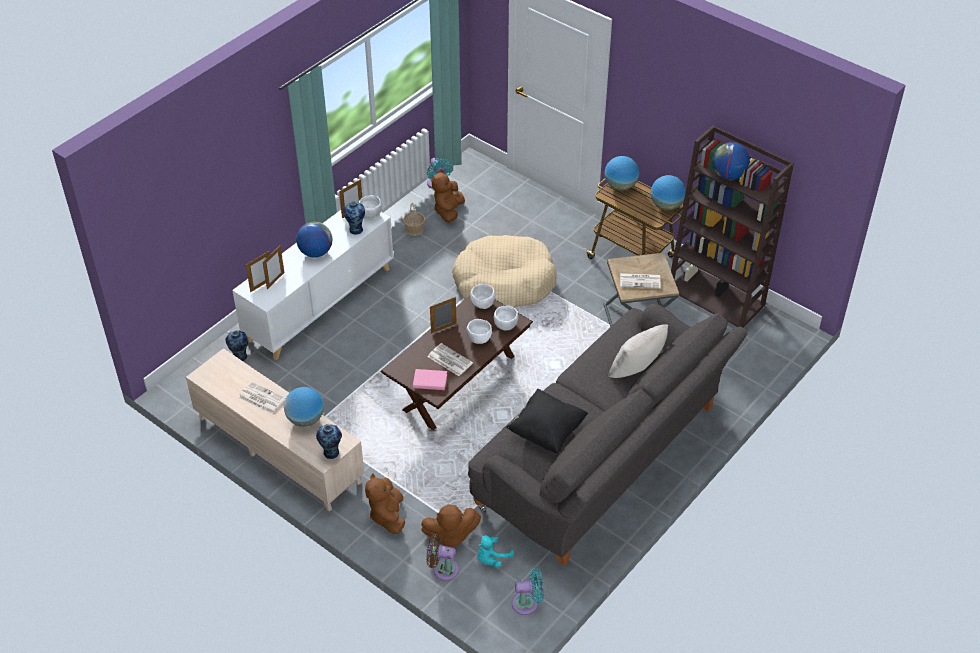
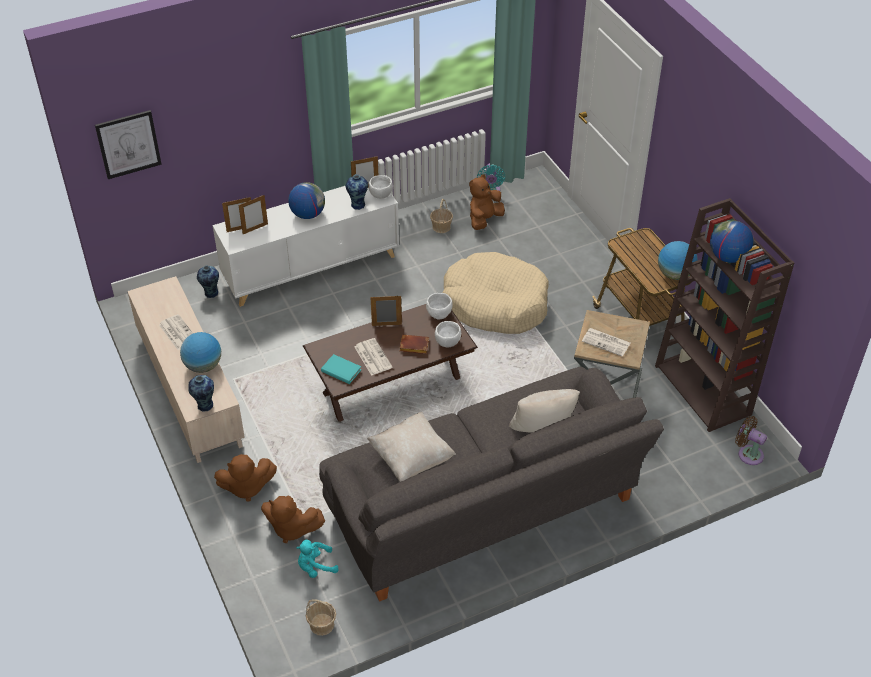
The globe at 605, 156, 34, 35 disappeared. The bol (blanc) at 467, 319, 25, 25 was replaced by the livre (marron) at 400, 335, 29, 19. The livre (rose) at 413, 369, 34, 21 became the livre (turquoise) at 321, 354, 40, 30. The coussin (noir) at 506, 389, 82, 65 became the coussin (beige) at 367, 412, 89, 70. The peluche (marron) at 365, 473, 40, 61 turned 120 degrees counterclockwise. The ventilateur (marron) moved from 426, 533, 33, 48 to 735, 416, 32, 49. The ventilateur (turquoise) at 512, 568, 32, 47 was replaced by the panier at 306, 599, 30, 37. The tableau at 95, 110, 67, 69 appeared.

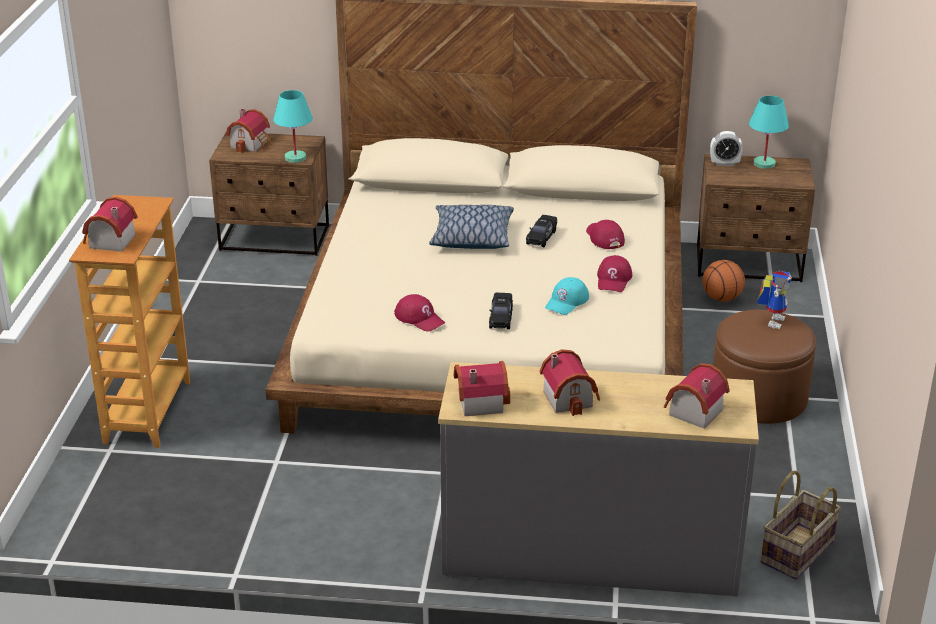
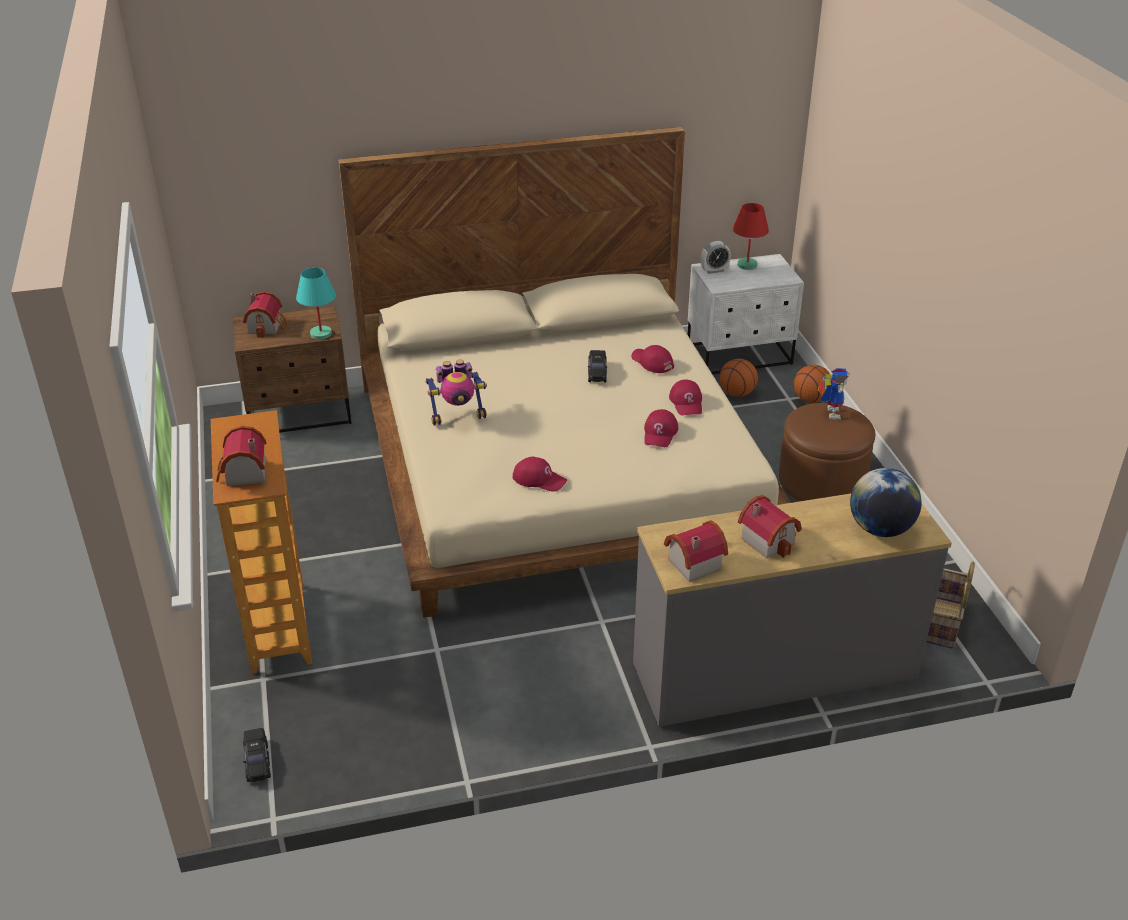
The lampe de table (turquoise) at 749, 96, 40, 73 became the lampe de table (rouge) at 733, 203, 36, 67. The table de chevet (marron) at 697, 154, 118, 128 became the table de chevet (blanc) at 688, 254, 116, 120. The coussin at 429, 205, 85, 44 disappeared. The casquette (turquoise) at 545, 277, 44, 38 became the casquette (rouge) at 644, 409, 34, 38. The petite voiture (noir) moved from 489, 293, 24, 36 to 243, 728, 28, 54. The maison miniature at 664, 363, 66, 65 was replaced by the globe at 850, 468, 72, 69. The robot jouet at 425, 360, 62, 66 appeared. The ballon de basket at 794, 365, 36, 38 appeared.

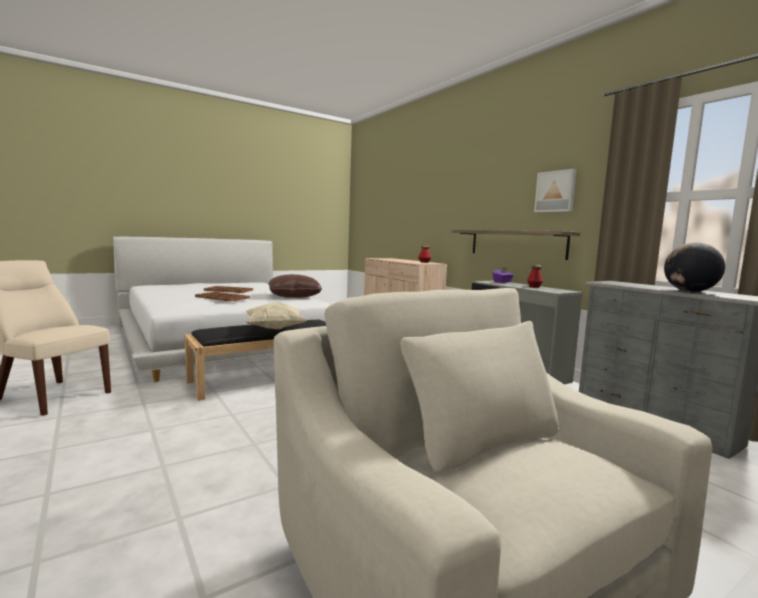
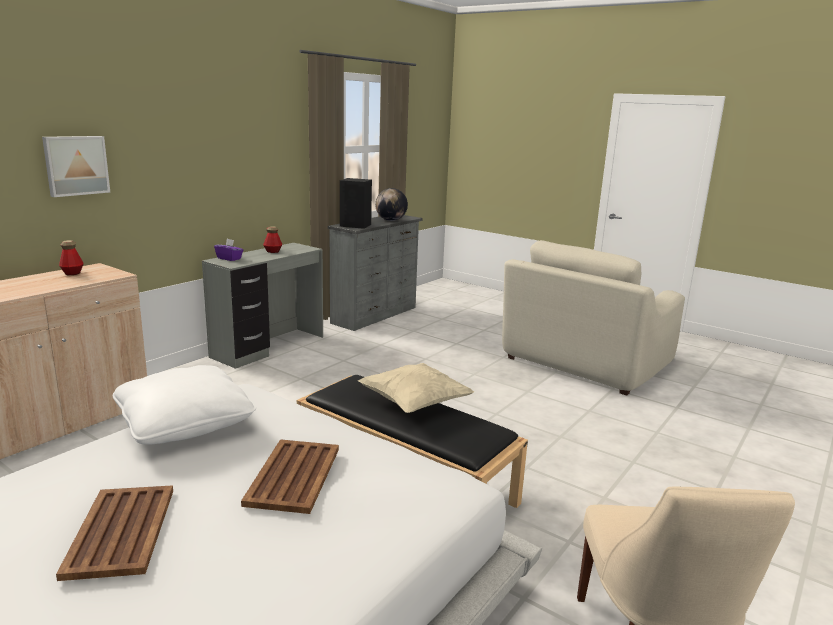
The tableau moved from 534, 169, 43, 43 to 42, 136, 68, 61. The étagère at 451, 230, 129, 30 disappeared. The coussin (marron) at 268, 274, 54, 24 became the coussin (blanc) at 113, 365, 143, 80. The enceinte (noir) at 340, 178, 32, 51 appeared.

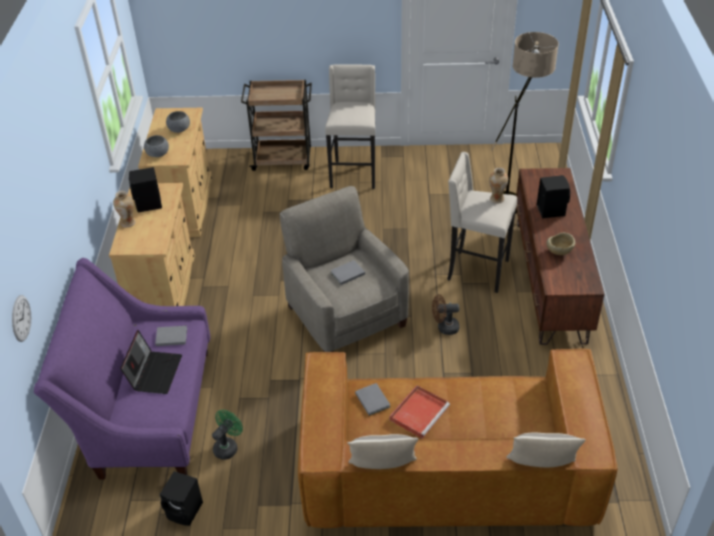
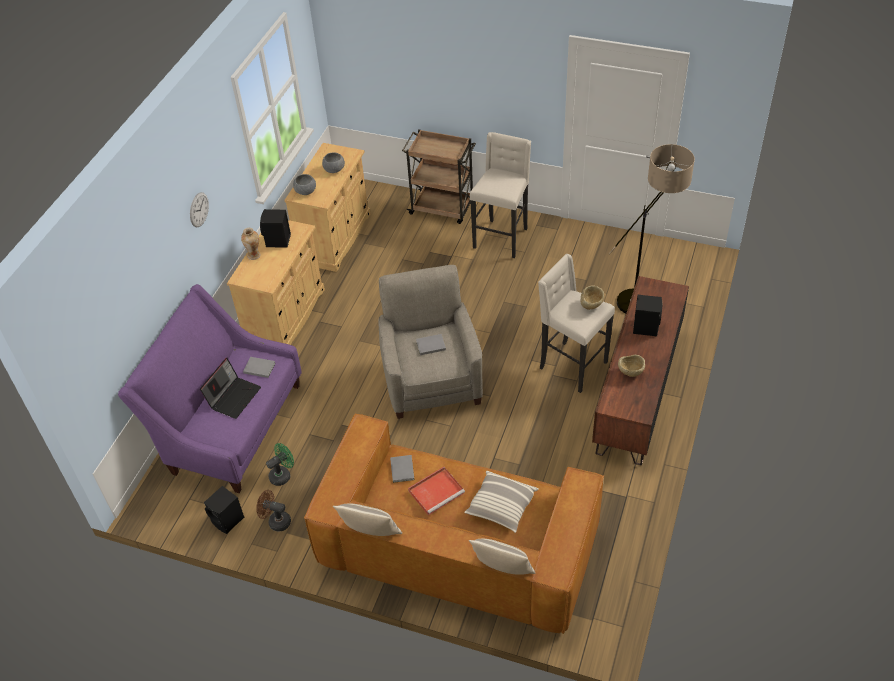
The vase at 489, 168, 19, 36 was replaced by the bol (beige) at 581, 285, 23, 25. The ventilateur (marron) moved from 432, 294, 28, 41 to 256, 490, 35, 41. The horloge murale moved from 12, 295, 19, 47 to 190, 192, 19, 35. The coussin at 464, 471, 75, 62 appeared.

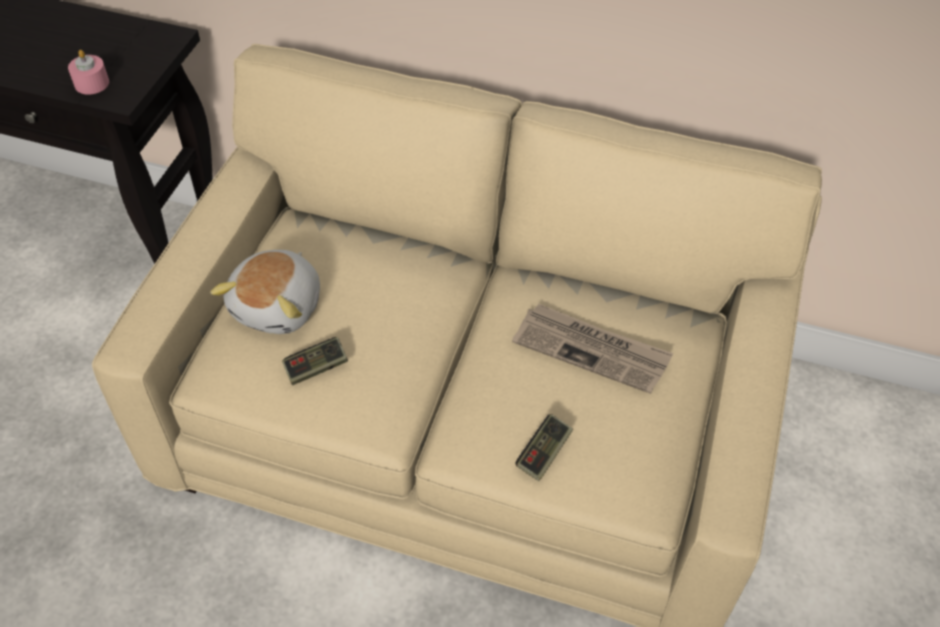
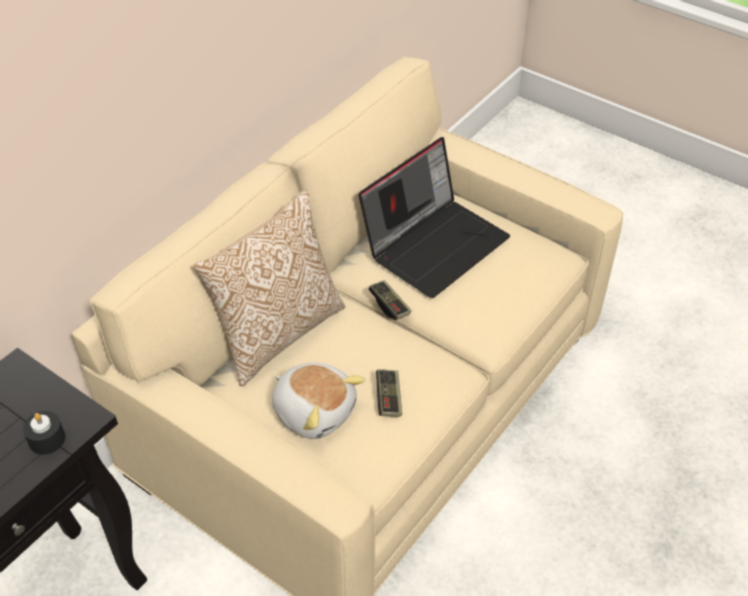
The bougie (rose) at 68, 50, 41, 45 became the bougie (noir) at 23, 411, 42, 44. The journal at 512, 303, 161, 91 was replaced by the ordinateur portable at 358, 137, 152, 161. The manette moved from 515, 414, 58, 67 to 369, 280, 42, 40. The coussin at 193, 190, 153, 196 appeared.

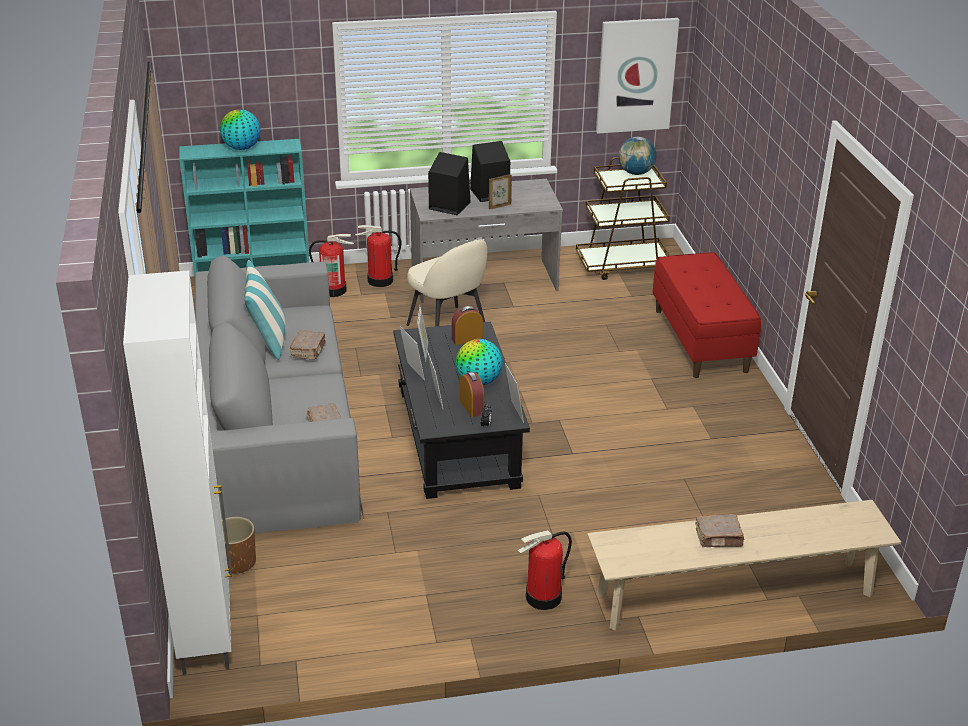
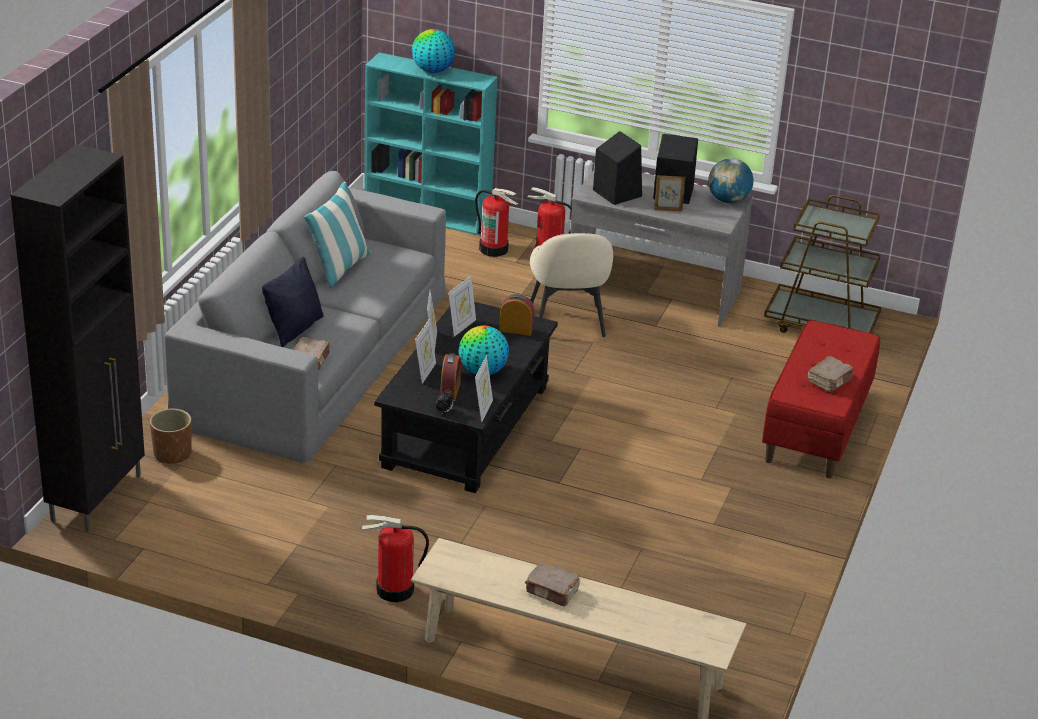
The tableau at 596, 18, 83, 116 disappeared. The globe moved from 618, 137, 39, 38 to 708, 158, 45, 45. The meuble de rangement (blanc) at 123, 270, 109, 405 became the meuble de rangement (noir) at 11, 144, 134, 388. The livre (marron) moved from 290, 330, 36, 30 to 808, 356, 46, 36. The coussin (noir) at 262, 257, 62, 90 appeared.

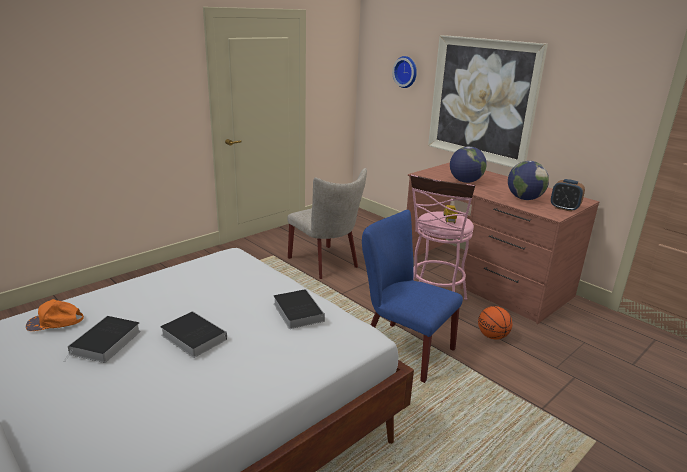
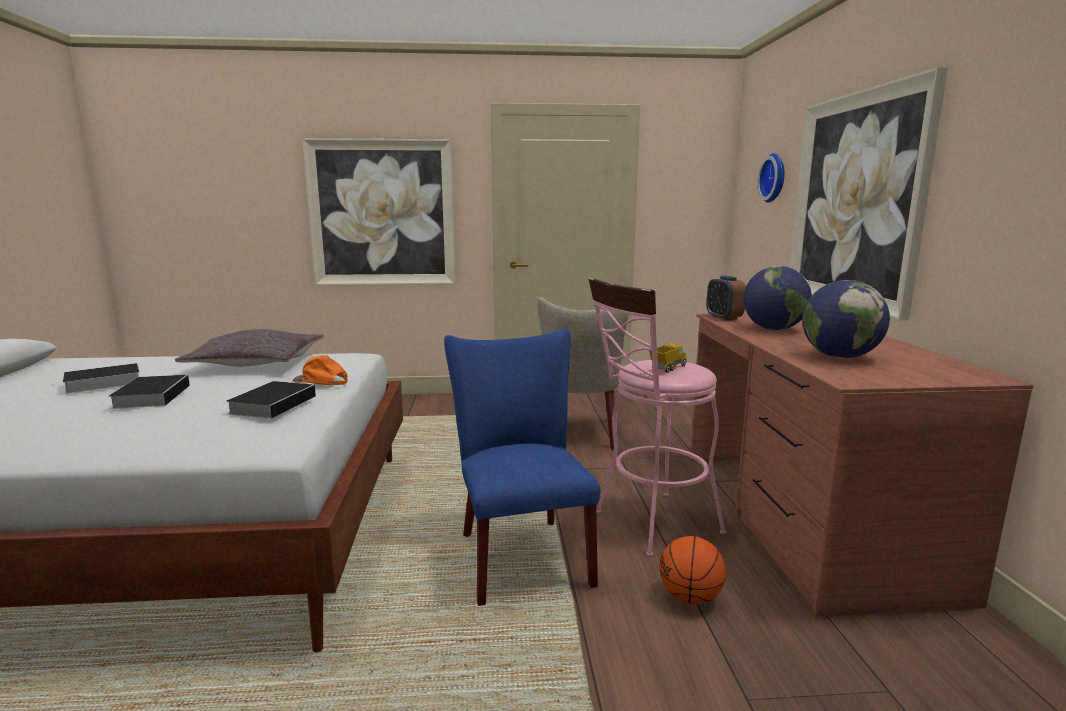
The réveil moved from 551, 179, 34, 33 to 706, 276, 40, 44. The casquette (orange) moved from 26, 299, 58, 32 to 292, 355, 56, 31. The tableau at 302, 138, 153, 147 appeared. The coussin (gris) at 175, 329, 149, 38 appeared.

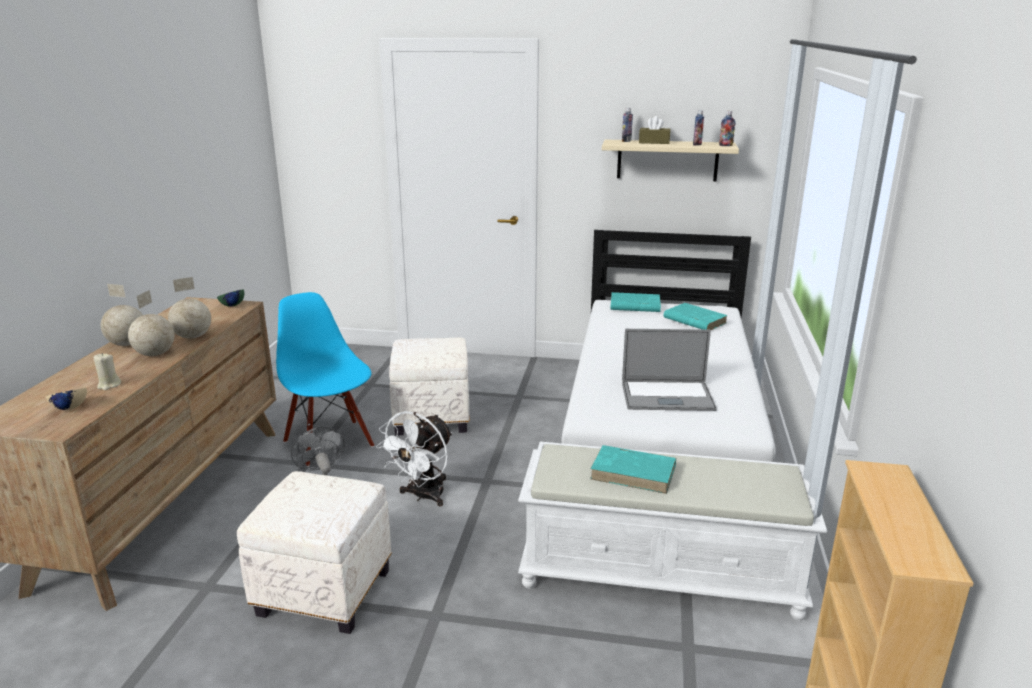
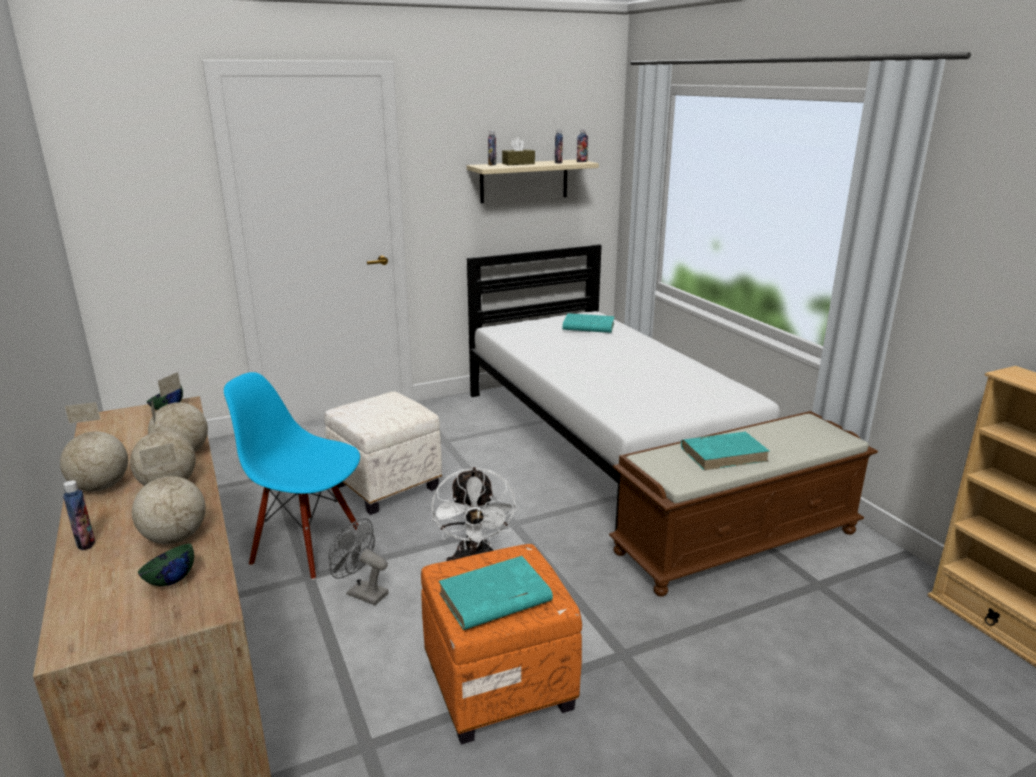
The livre (turquoise) moved from 610, 292, 51, 20 to 439, 556, 114, 74. The ordinateur portable at 622, 329, 95, 82 disappeared. The bougie (beige) at 94, 353, 27, 37 was replaced by the globe at 132, 443, 74, 101. The bol (beige) at 46, 388, 41, 22 became the bol (vert) at 138, 544, 56, 42. The banc (blanc) at 518, 442, 309, 178 became the banc (marron) at 609, 411, 269, 186. The pouf (blanc) at 237, 471, 155, 163 became the pouf (orange) at 421, 544, 161, 201. The bouteille at 63, 480, 32, 70 appeared.

